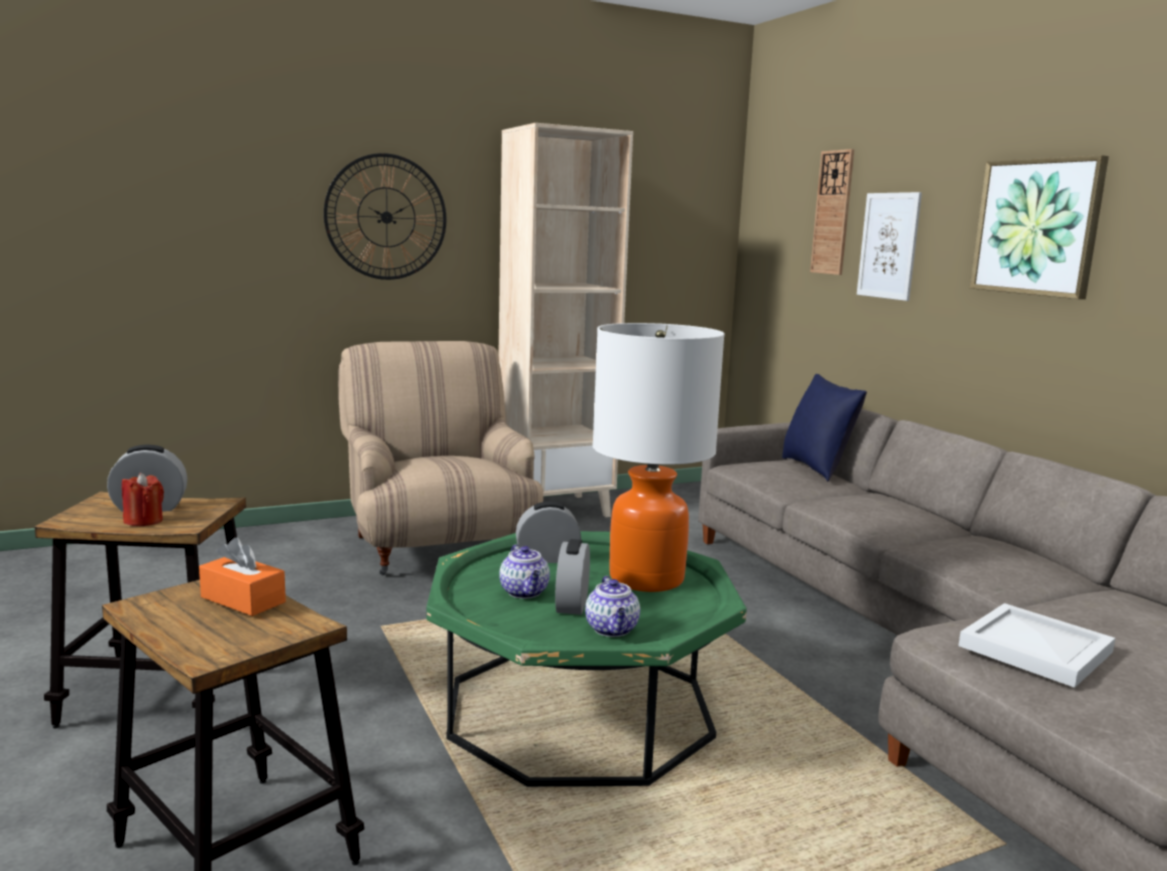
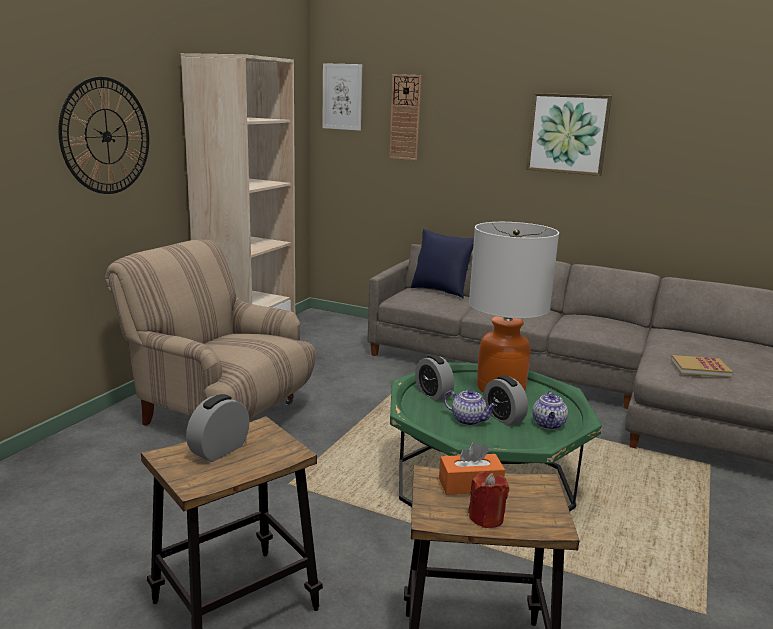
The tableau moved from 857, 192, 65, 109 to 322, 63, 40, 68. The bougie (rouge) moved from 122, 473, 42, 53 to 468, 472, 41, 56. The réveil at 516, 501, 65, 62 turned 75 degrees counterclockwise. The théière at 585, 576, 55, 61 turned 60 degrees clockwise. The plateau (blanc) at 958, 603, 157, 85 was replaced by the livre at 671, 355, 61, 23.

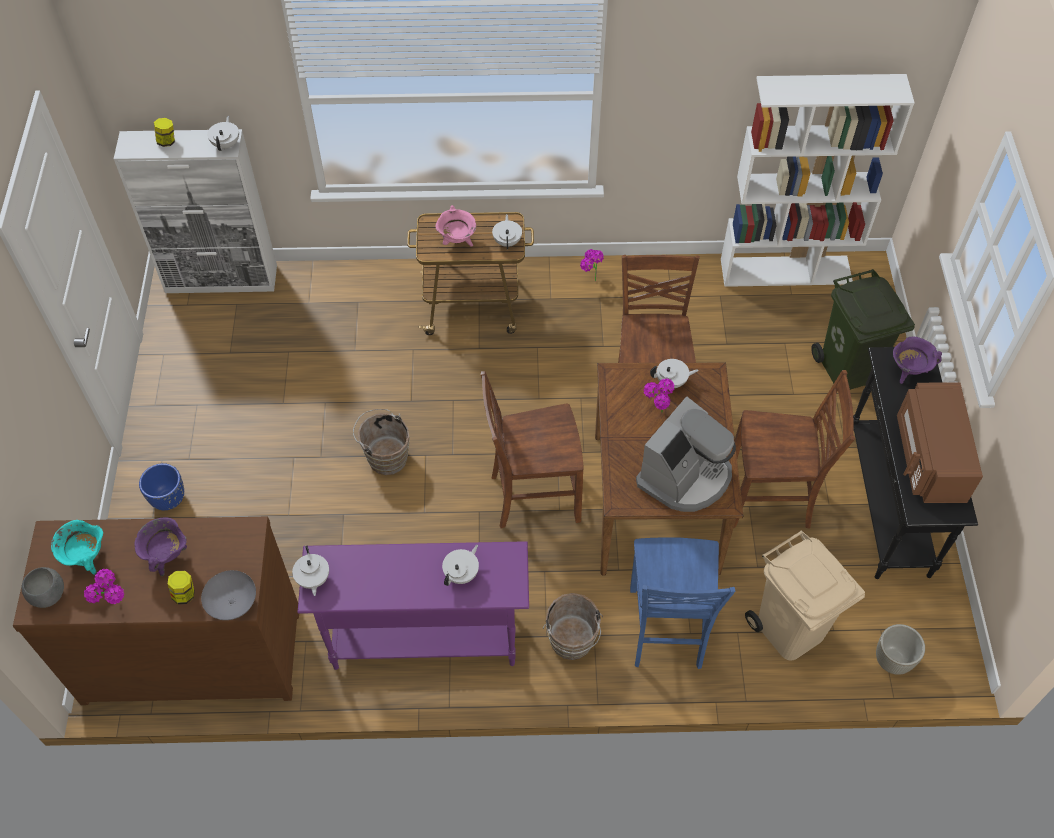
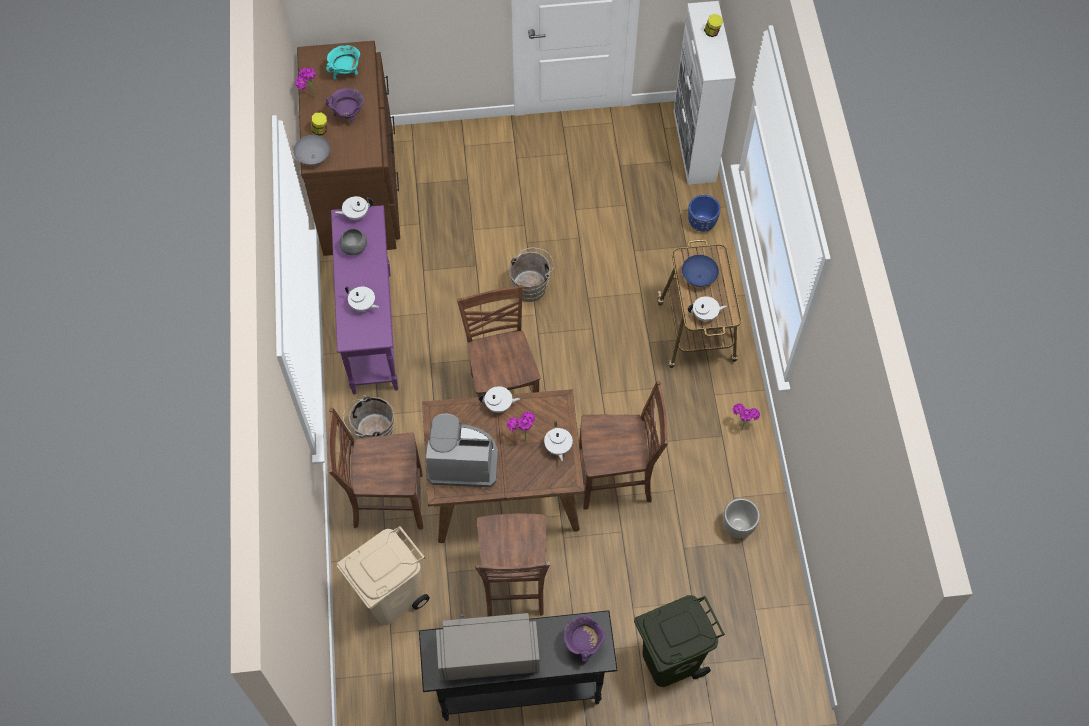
The bibliothèque (blanc) at 721, 74, 193, 213 disappeared. The théière (blanc) moved from 207, 116, 32, 35 to 479, 386, 41, 27. The marmite (rose) at 436, 205, 40, 42 was replaced by the bol (bleu) at 682, 255, 37, 32. The micro-ondes (marron) at 897, 383, 86, 120 became the micro-ondes (gris) at 436, 613, 104, 68. The machine à café at 636, 396, 100, 116 turned 150 degrees clockwise. The cache-pot (bleu) moved from 139, 463, 45, 47 to 688, 195, 32, 37. The chaise (bleu) at 630, 537, 105, 132 became the chaise (marron) at 328, 408, 95, 122. The bol (gris) moved from 22, 567, 42, 41 to 340, 229, 27, 27. The cache-pot (gris) moved from 876, 624, 49, 51 to 723, 498, 37, 40.

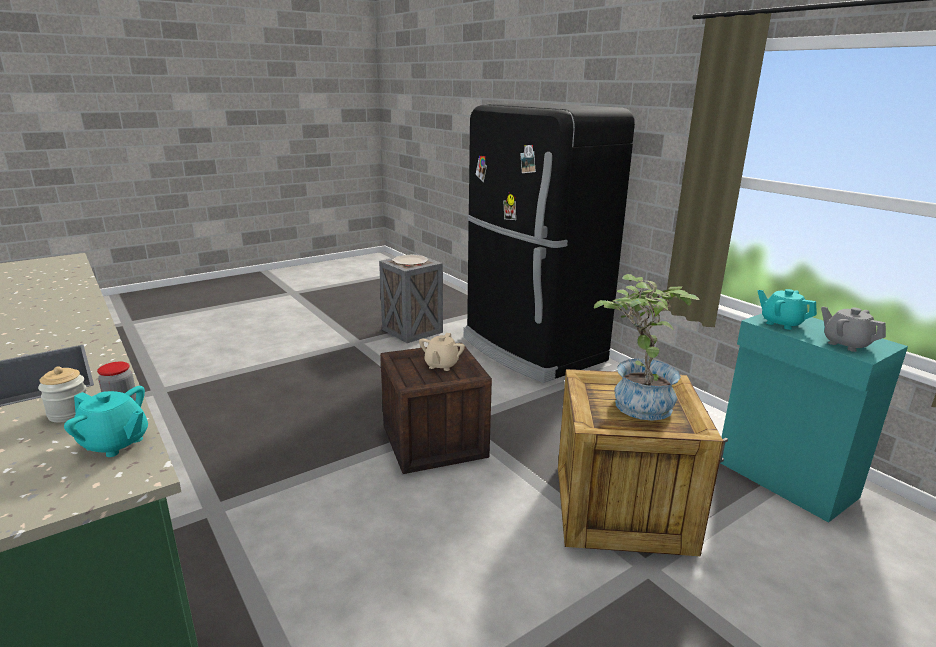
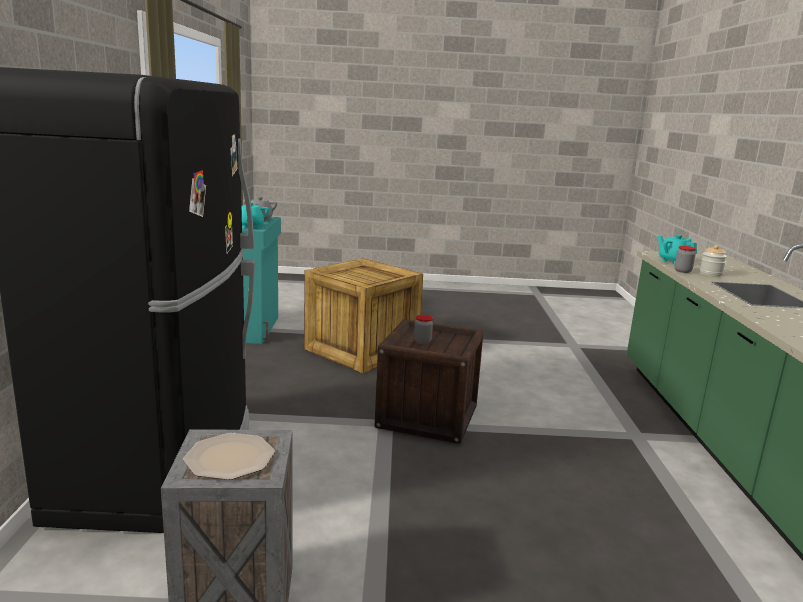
The plante en pot at 594, 274, 106, 147 disappeared. The théière (beige) at 419, 333, 46, 38 was replaced by the bocal at 414, 315, 19, 29.

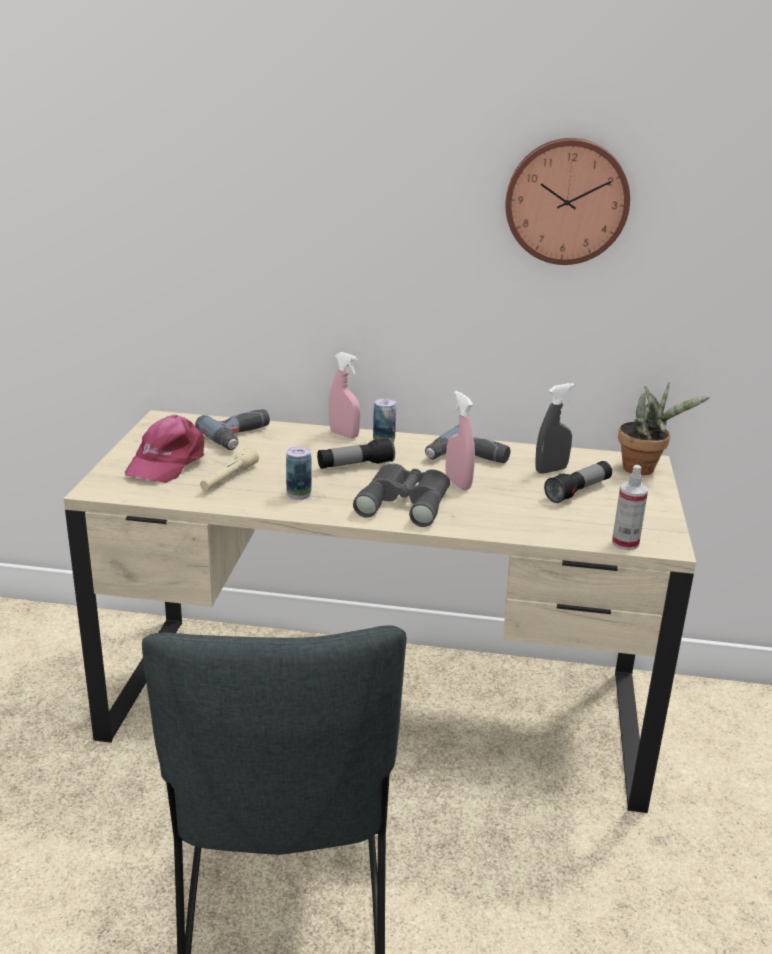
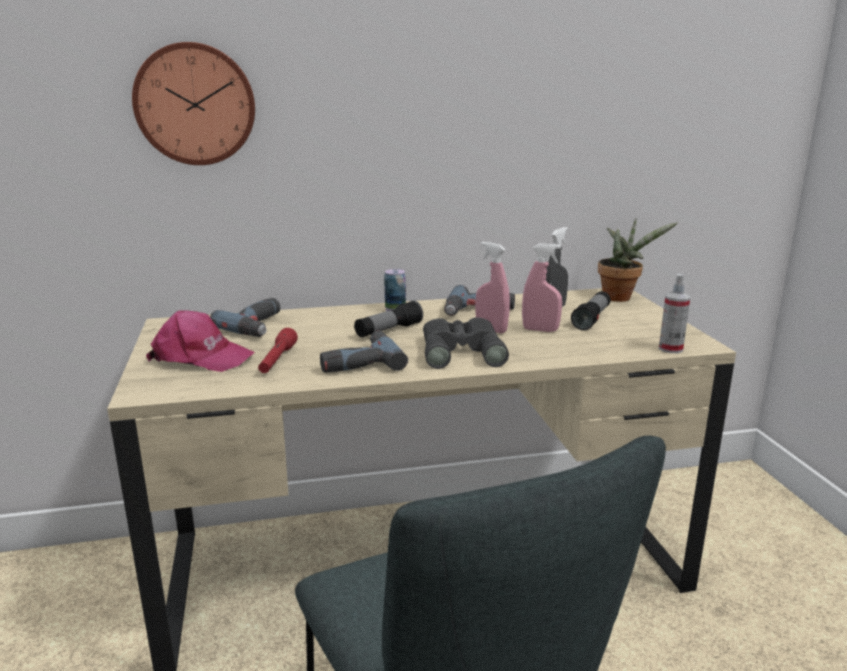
The horloge murale moved from 506, 138, 124, 127 to 132, 42, 123, 123. The vaporisateur (rose) moved from 329, 352, 31, 86 to 522, 243, 40, 89. The casquette (rose) at 125, 415, 79, 68 turned 75 degrees counterclockwise. The boîte métallique at 286, 446, 25, 54 was replaced by the perceuse at 320, 331, 88, 42. The lampe de poche (beige) at 200, 447, 59, 44 became the lampe de poche (rouge) at 258, 328, 40, 45.

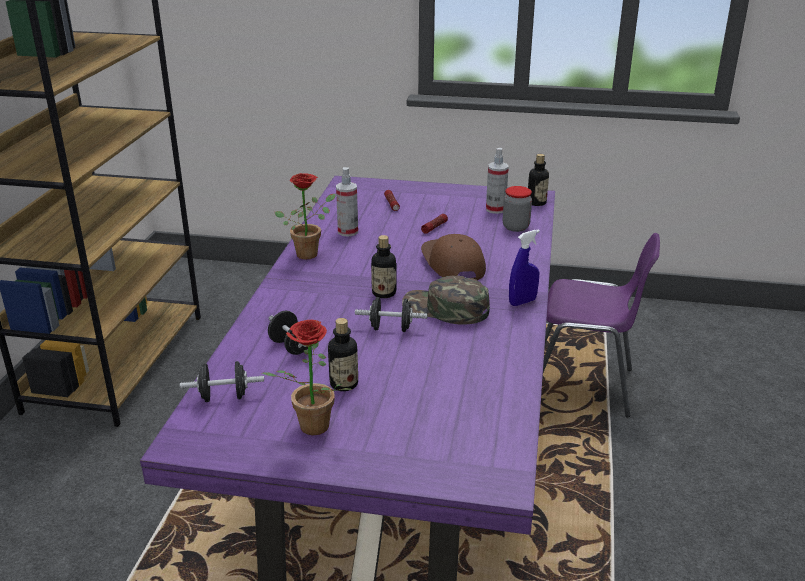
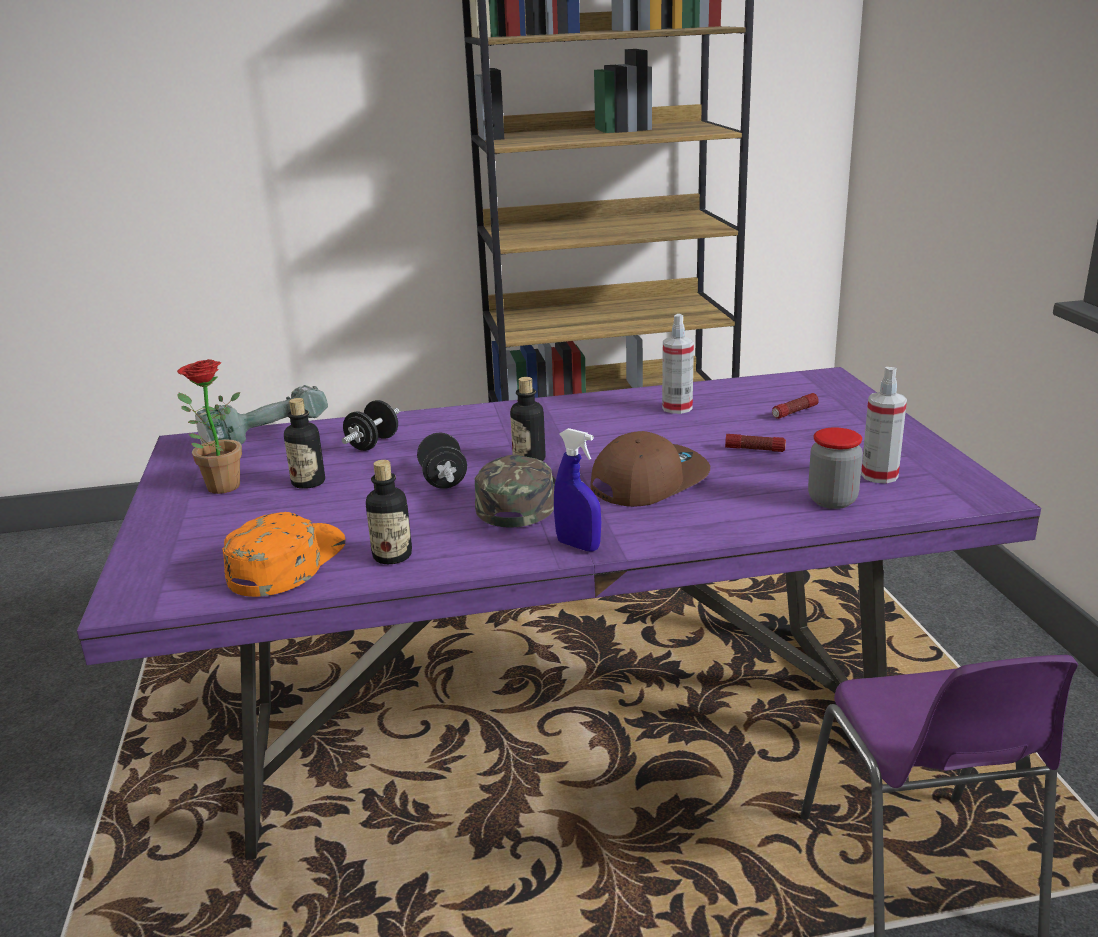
The bouteille moved from 528, 154, 21, 52 to 366, 460, 46, 104. The plante en pot at 275, 173, 61, 86 disappeared. The haltère (noir) at 180, 361, 84, 41 was replaced by the perceuse at 195, 385, 133, 60. The casquette (orange) at 222, 512, 124, 85 appeared.

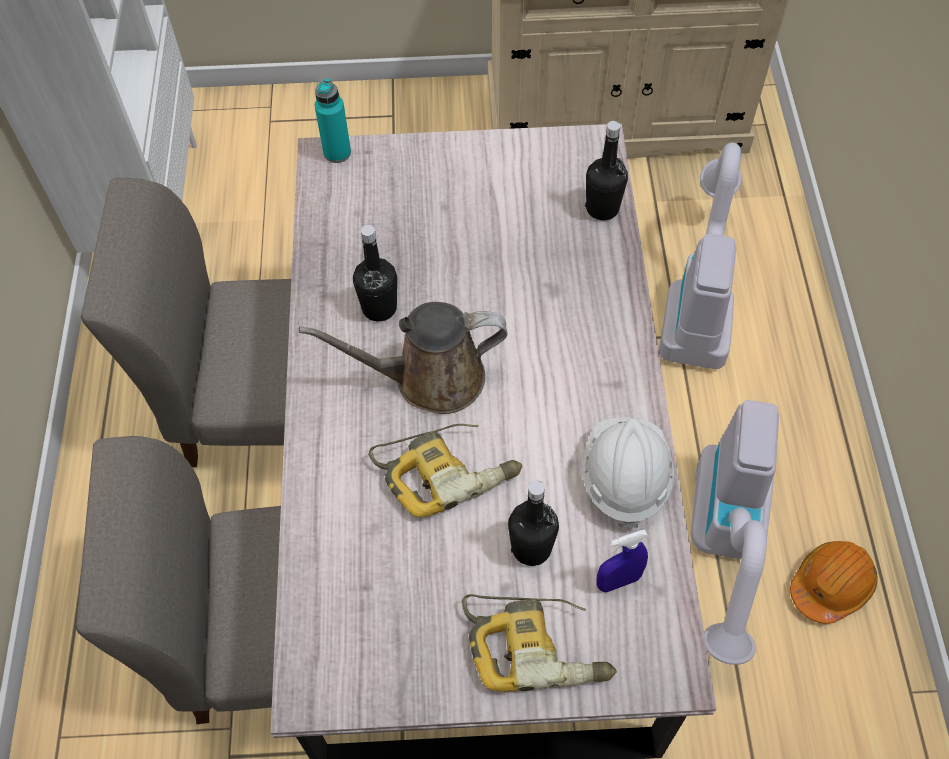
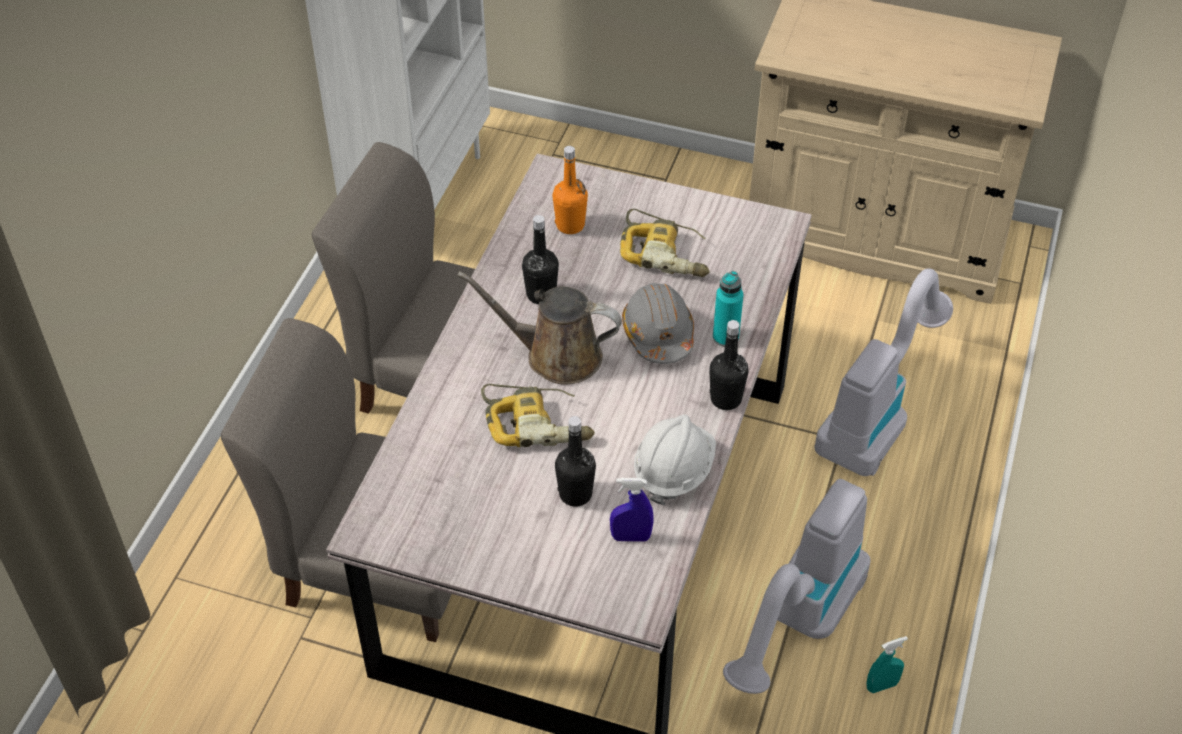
The bouteille (turquoise) moved from 315, 78, 36, 85 to 713, 271, 31, 76. The bouteille (noir) moved from 585, 121, 43, 99 to 709, 320, 40, 90. The casque de chantier (orange) at 790, 541, 88, 83 was replaced by the vaporisateur (turquoise) at 866, 636, 42, 57. The perceuse moved from 462, 594, 155, 98 to 620, 209, 90, 68. The bouteille (orange) at 552, 146, 36, 88 appeared. The casque de chantier (gris) at 622, 283, 72, 81 appeared.

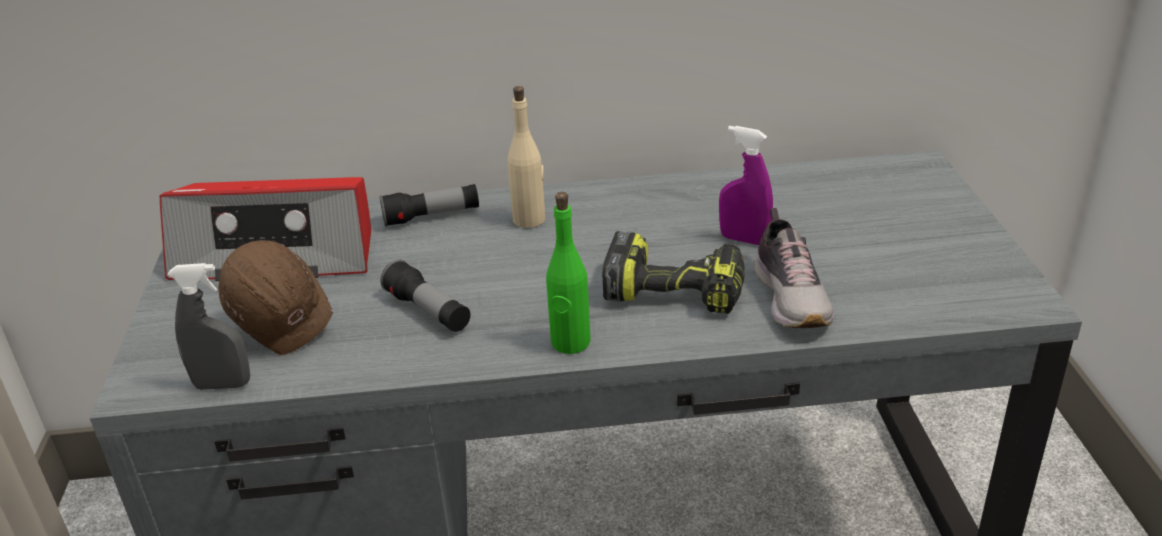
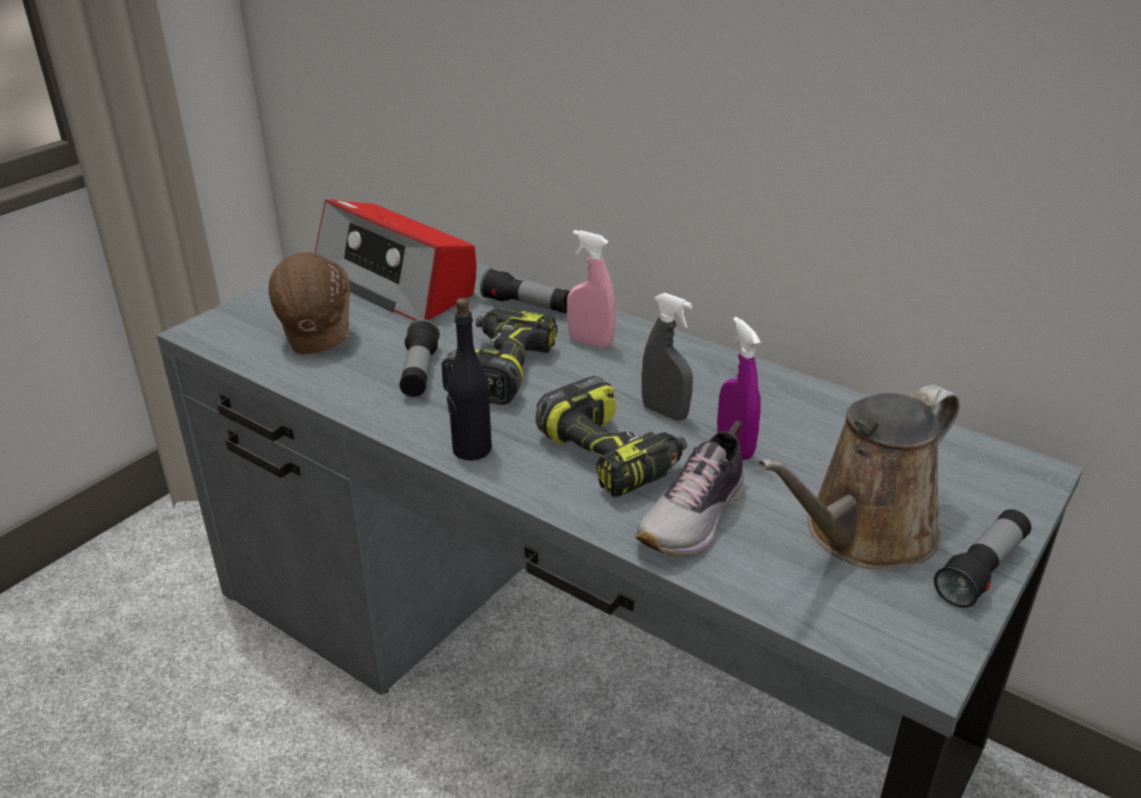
The bouteille (beige) at 508, 86, 37, 142 was replaced by the vaporisateur (rose) at 567, 230, 49, 118. The bouteille (vert) at 546, 192, 45, 162 became the bouteille (noir) at 447, 298, 45, 163. The vaporisateur (gris) moved from 168, 263, 82, 127 to 641, 293, 52, 128. The perceuse at 442, 307, 116, 98 appeared. The arrosoir (marron) at 758, 385, 202, 184 appeared. The lampe de poche at 934, 509, 97, 99 appeared.

